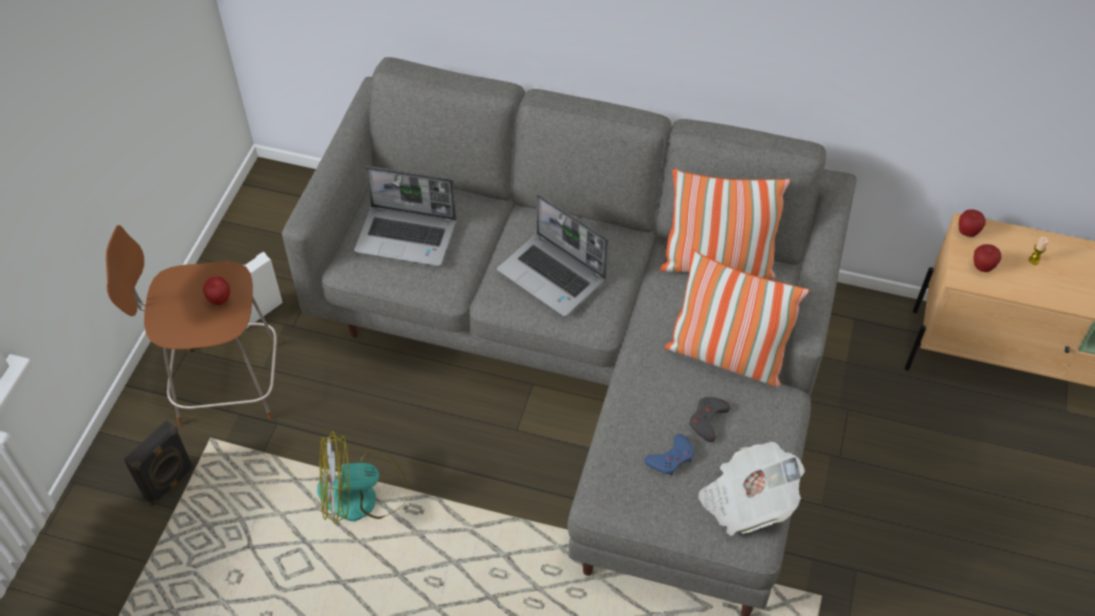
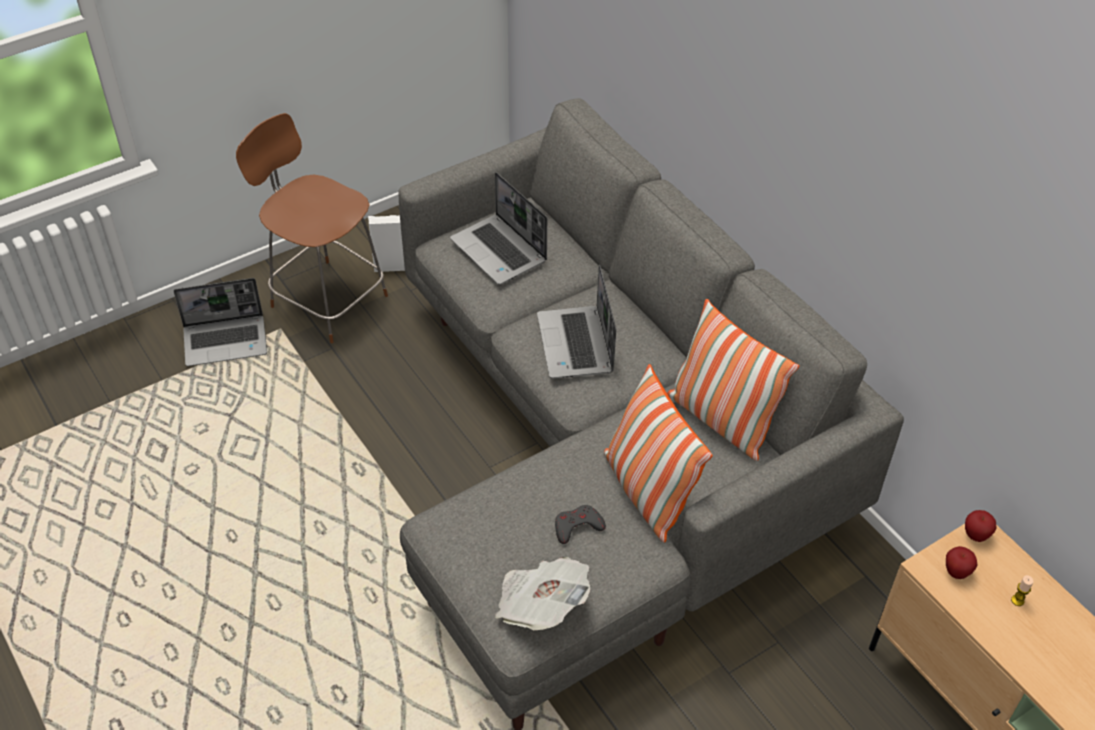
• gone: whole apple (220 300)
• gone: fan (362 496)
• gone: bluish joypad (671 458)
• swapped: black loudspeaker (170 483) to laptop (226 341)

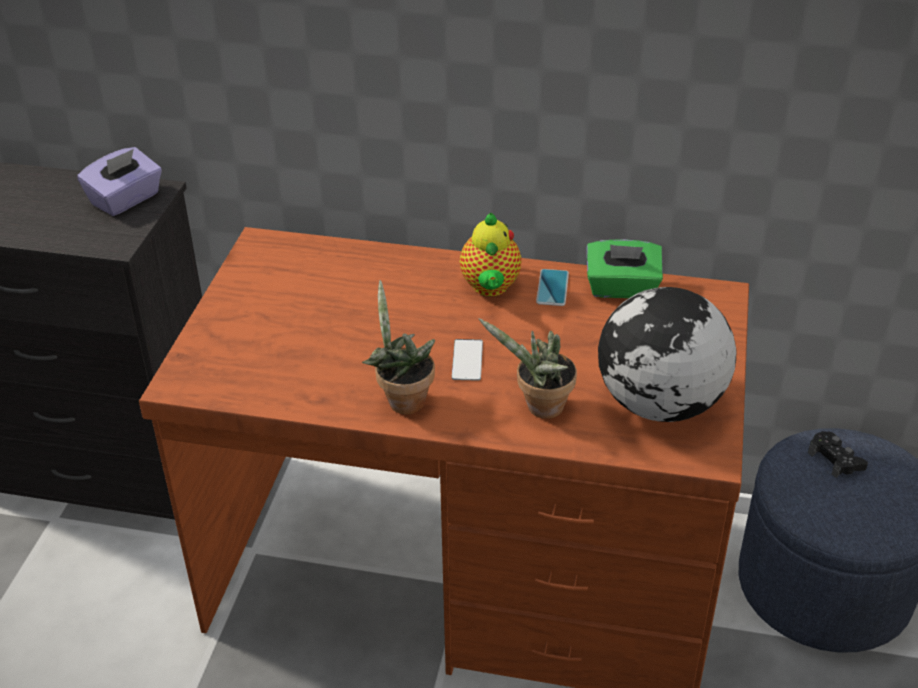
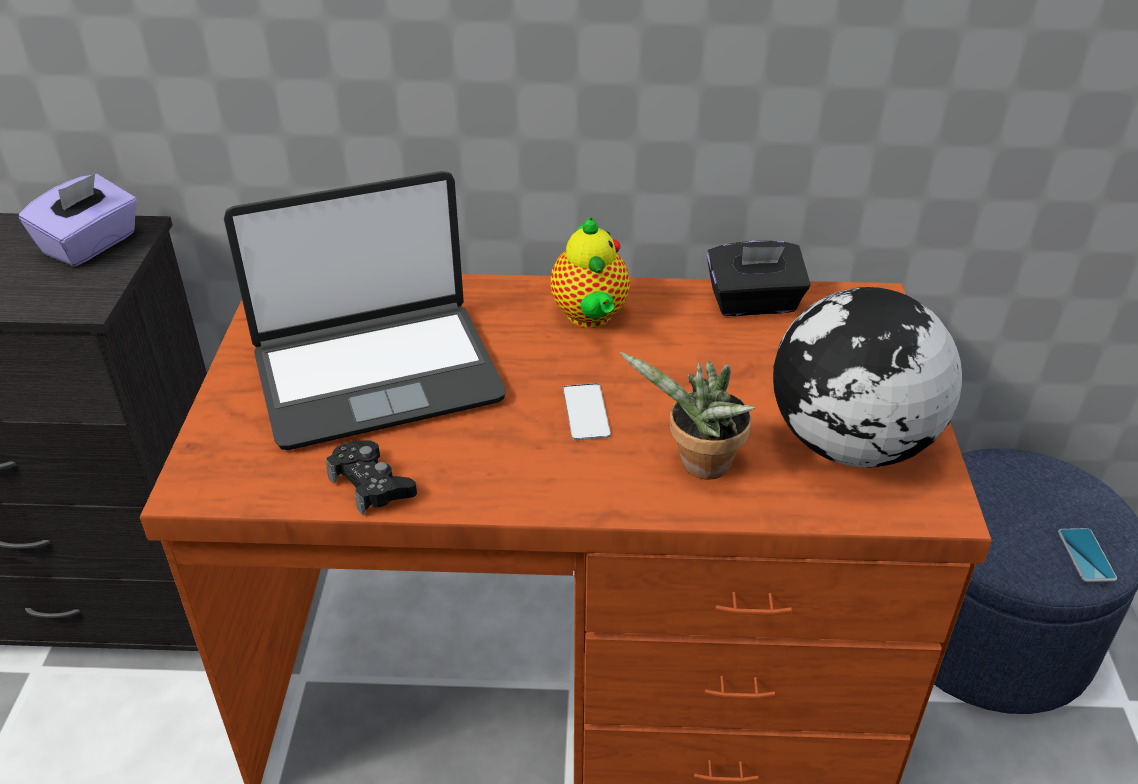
• gone: potted plant (402 400)
• new: laptop (376 374)
• shifted: telephone (552 288) to (1086 555)
• shifted: black joypad (835 459) to (371 484)
• repainted: green-coloured tissue holder (622 289) to black tissue holder (754 303)

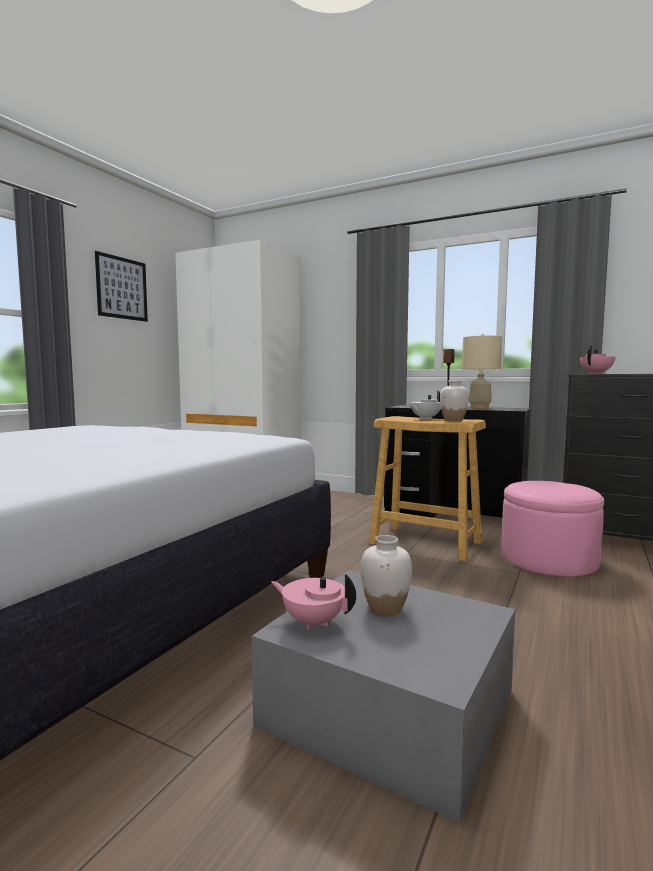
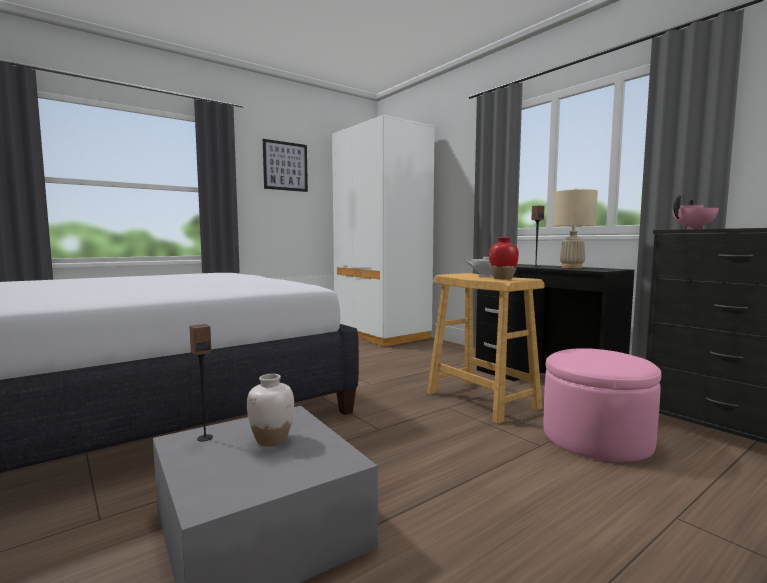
• swapped: pink-coloured tea pot (313 622) to loudspeaker (205 438)
• repainted: white decorative vase (453 420) to reddish decorative vase (502 278)

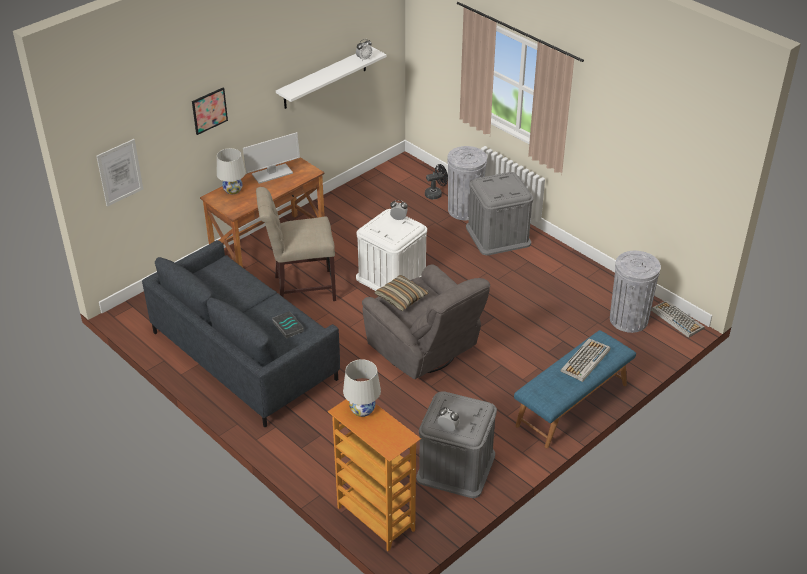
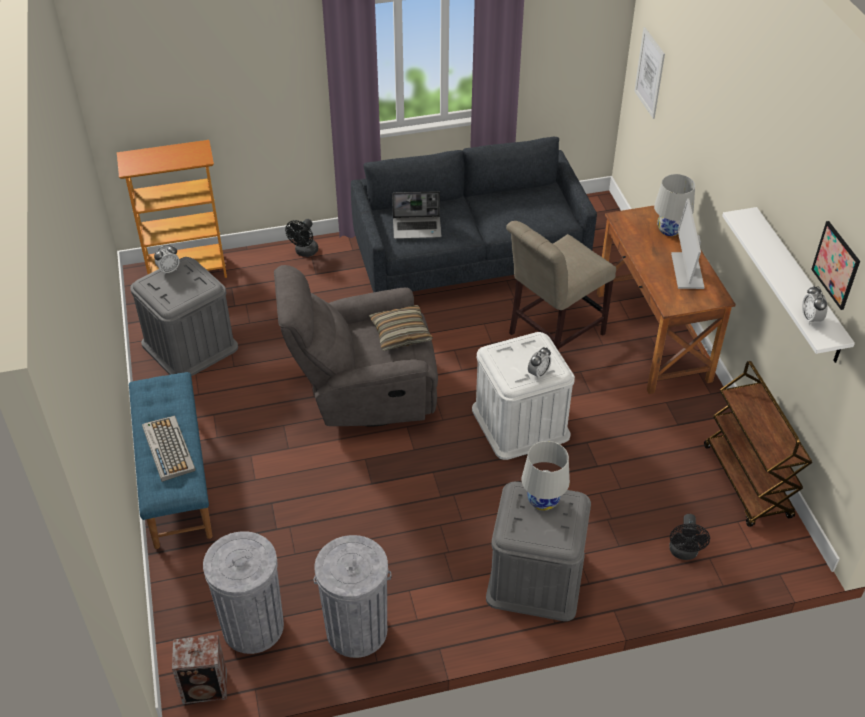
• new: black fan (305 252)
• new: brown wheeled cart (747 482)
• shifted: wall art (209 110) to (836 265)
• shifted: white lamp for a table (362 409) to (543 501)
• shifted: grey rubbish bin (465 210) to (356 630)
• swapped: bound book (287 327) to laptop (417 228)
• swapped: keyboard (676 319) to loudspeaker (206 687)
• rotated: beige-coloured upright chair (300 288) = (552 335) 150 degrees counterclockwise

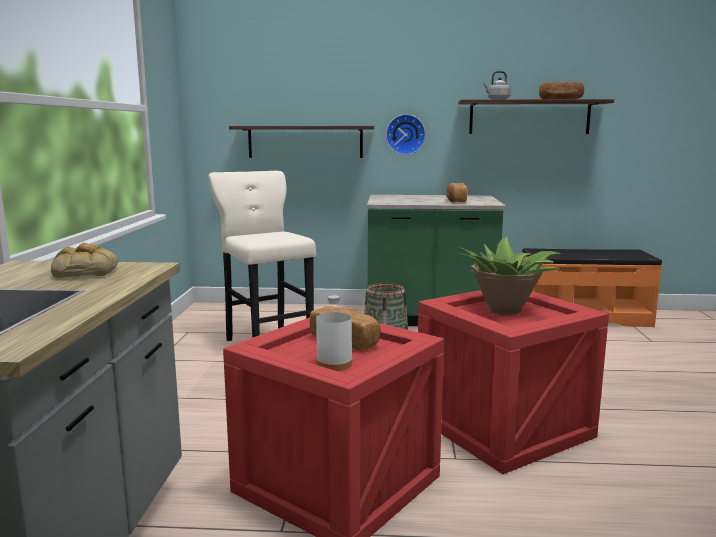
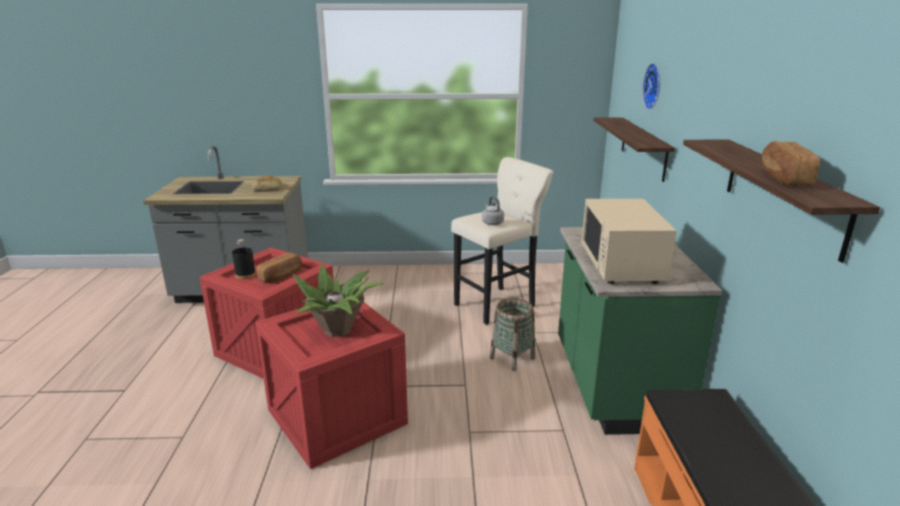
• shifted: clock on the wall (405 134) to (654 86)
• shifted: grey water kettle (497 99) to (492 222)
• swapped: bakery bread (455 201) to beige-coloured microwave (622 265)
• repainted: white beverage bottle (334 364) to black beverage bottle (245 275)

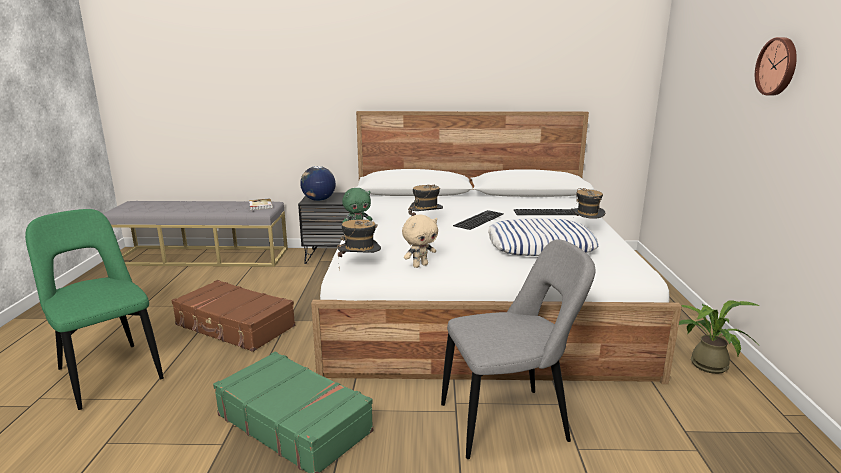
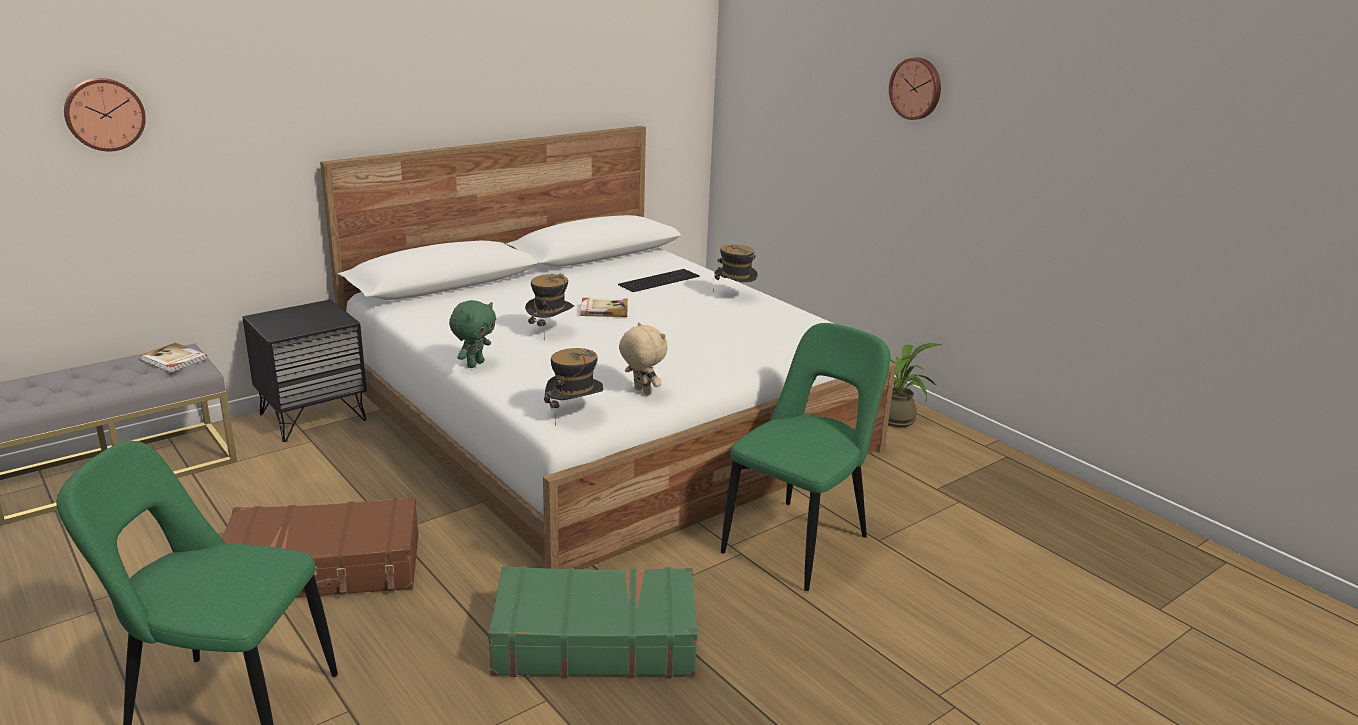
• gone: world globe (318 200)
• gone: throw pillow (540 245)
• new: clock on the wall (104 114)
• swapped: keyboard (478 219) to bound book (603 309)
• repainted: grey upright chair (509 422) to green-coloured upright chair (800 541)
• rotated: beige-coloured soft toy (420 265) = (641 391) 60 degrees counterclockwise

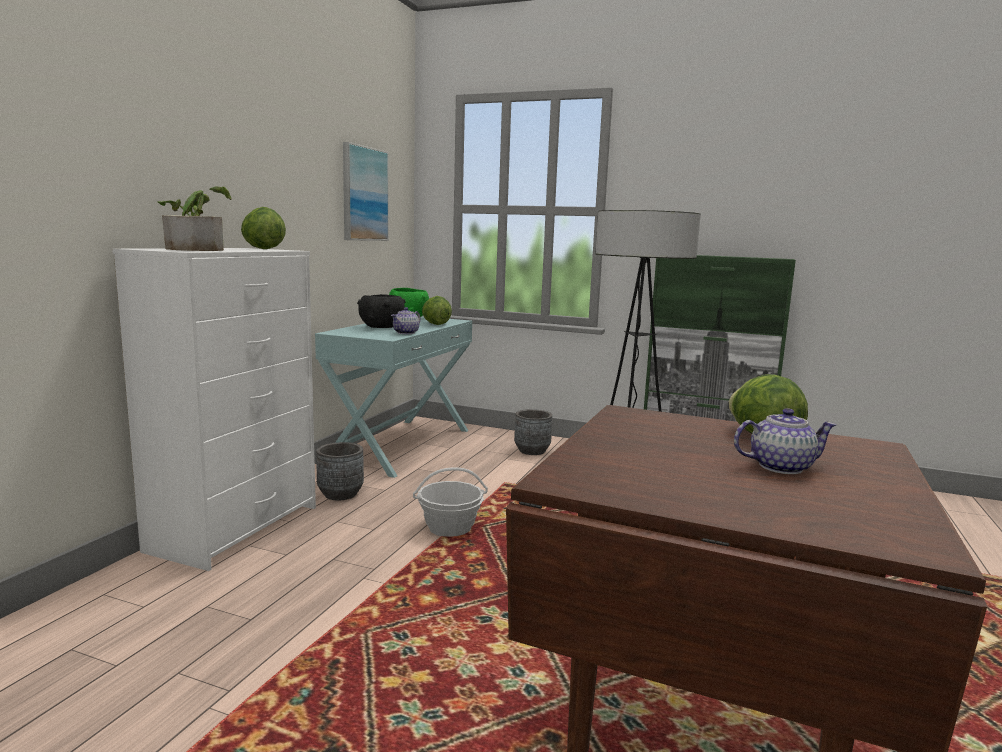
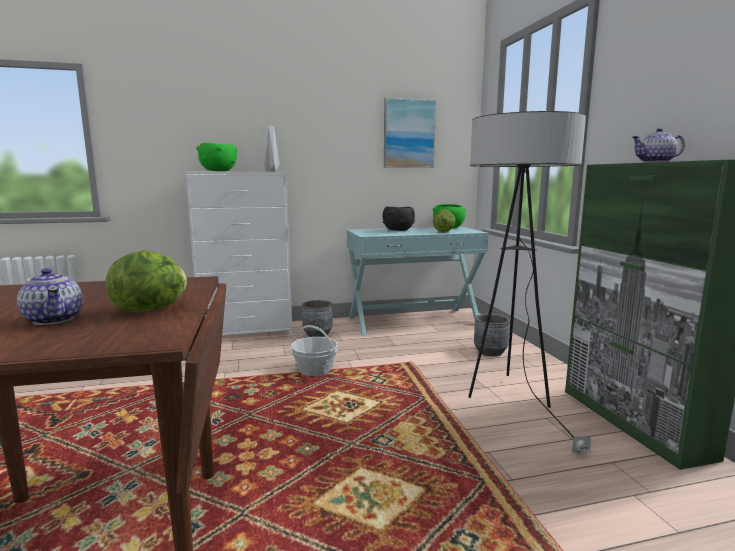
• shifted: tea pot (406 333) to (656 162)
• swapped: potted plant (197 249) to green-coloured bowl (218 171)
• swapped: head of lettuce (262 249) to grey decorative vase (271 171)

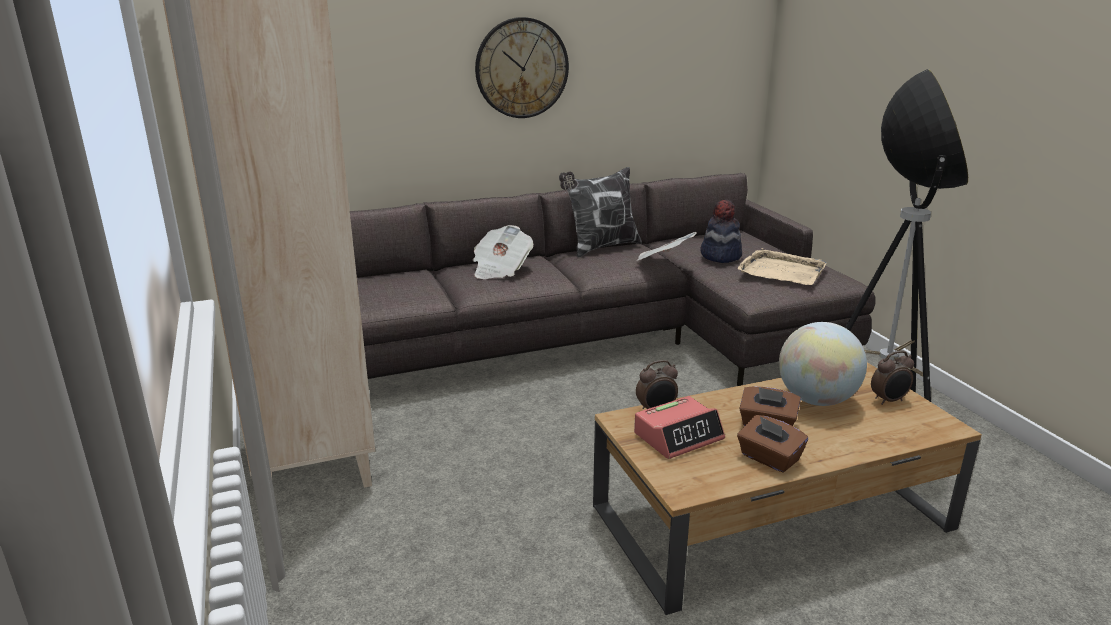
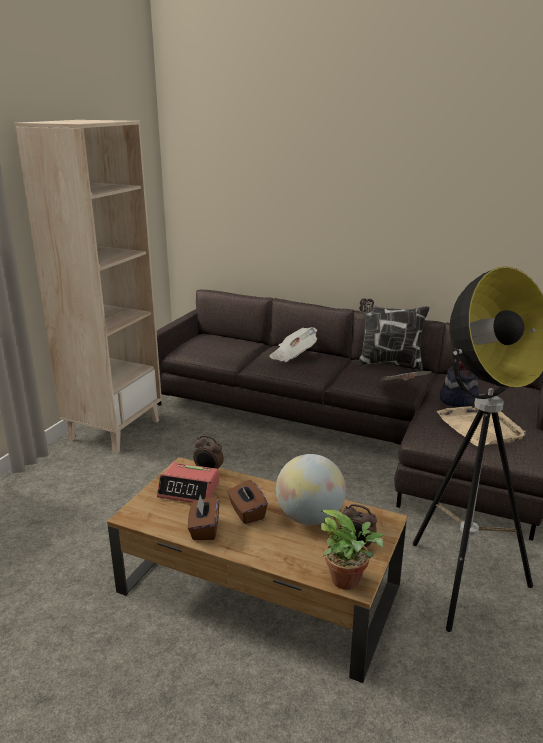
• gone: clock on the wall (521 68)
• new: potted plant (349 581)

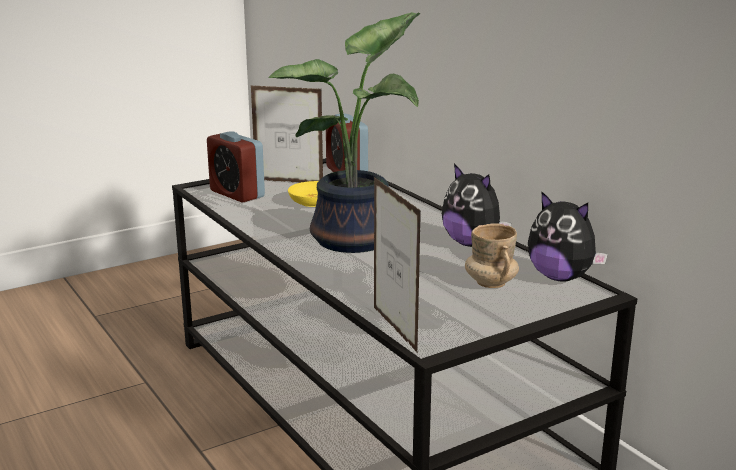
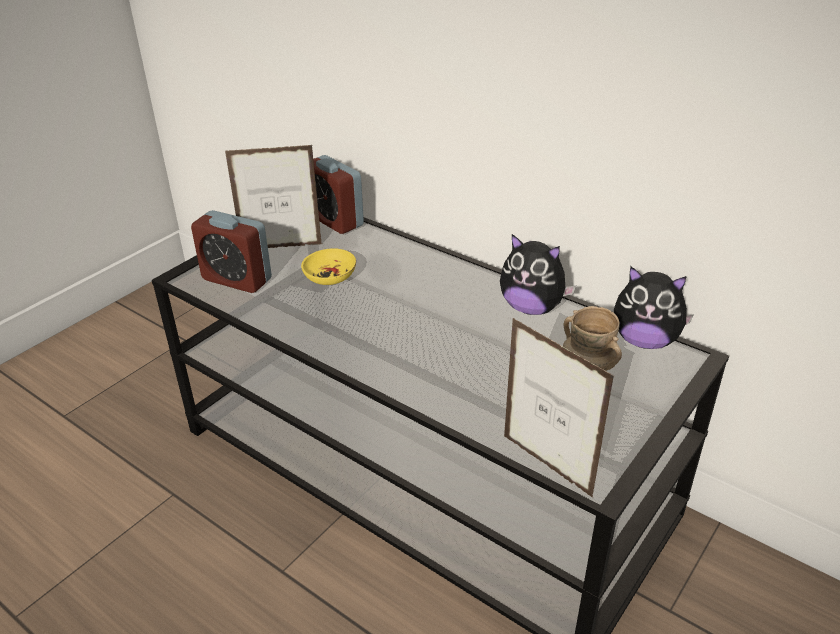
• gone: potted plant (359 240)

